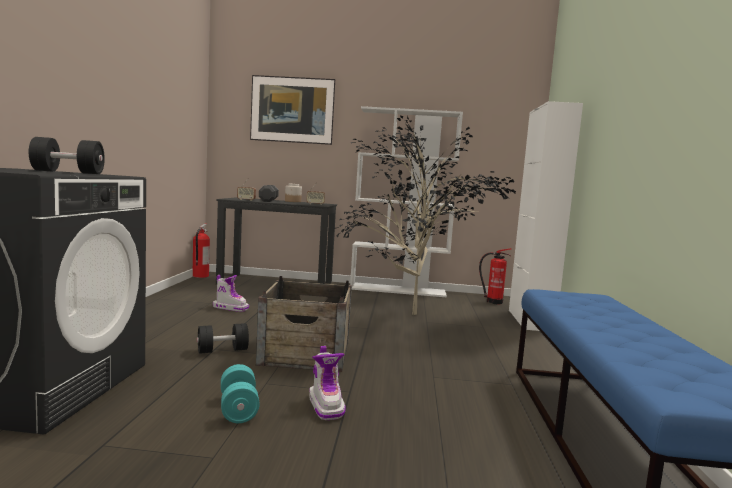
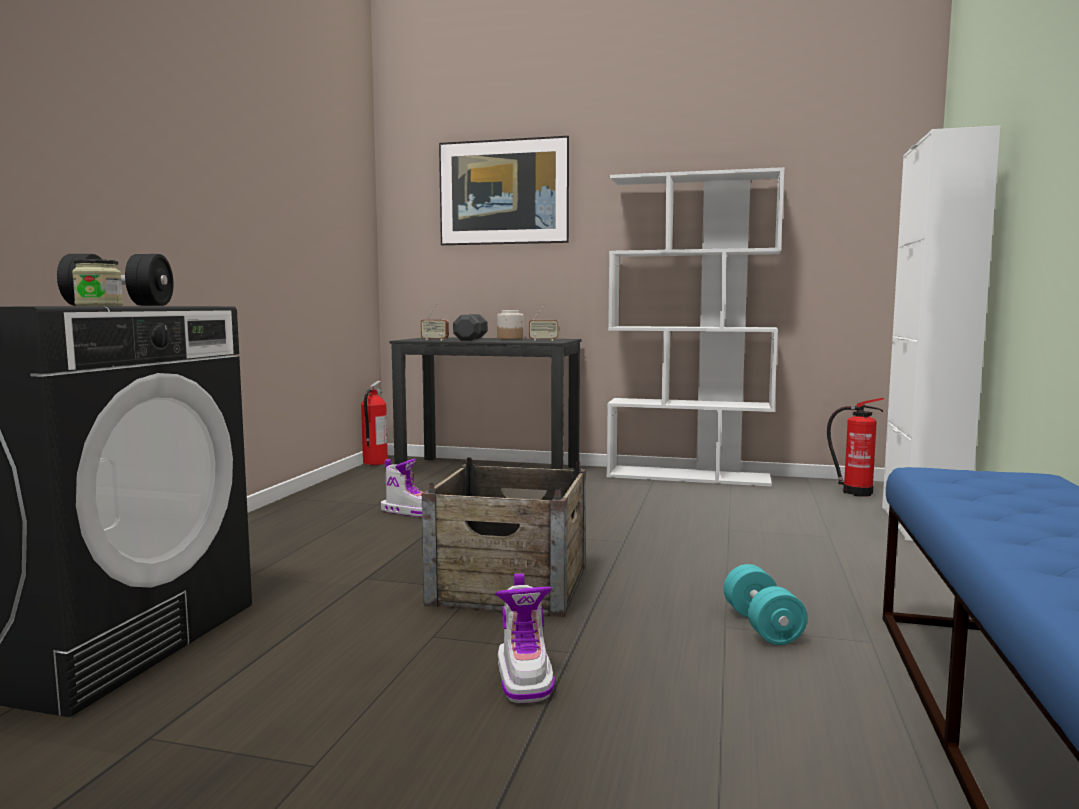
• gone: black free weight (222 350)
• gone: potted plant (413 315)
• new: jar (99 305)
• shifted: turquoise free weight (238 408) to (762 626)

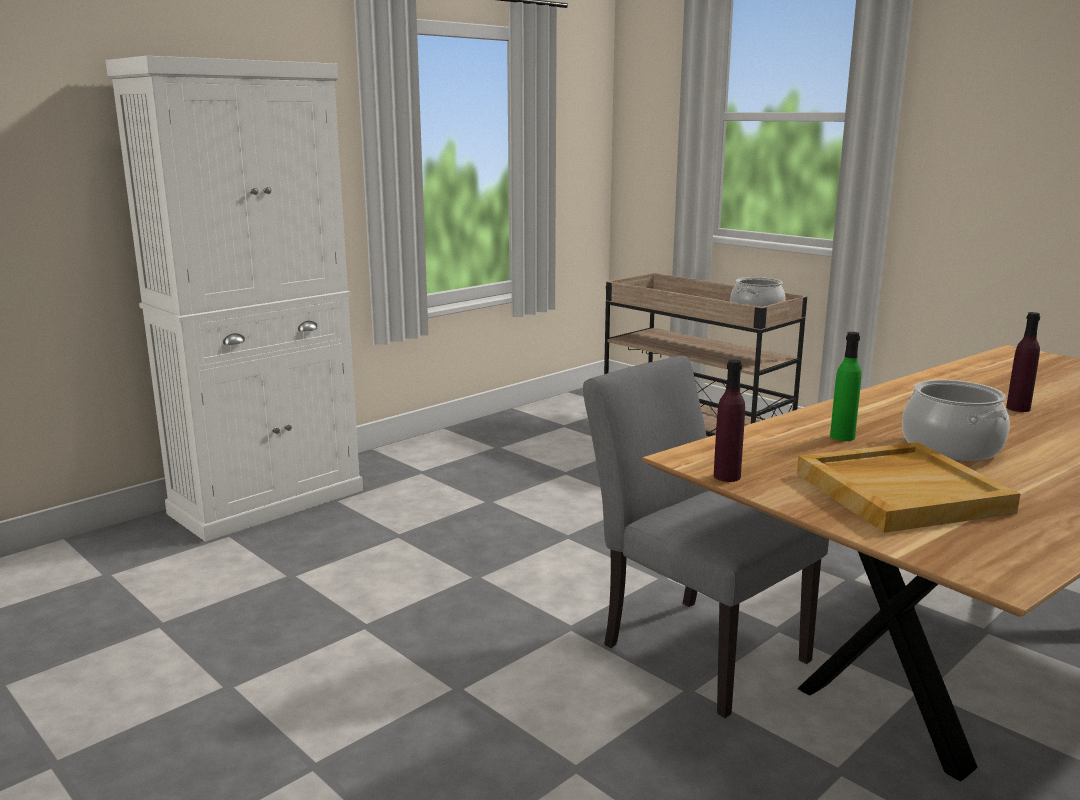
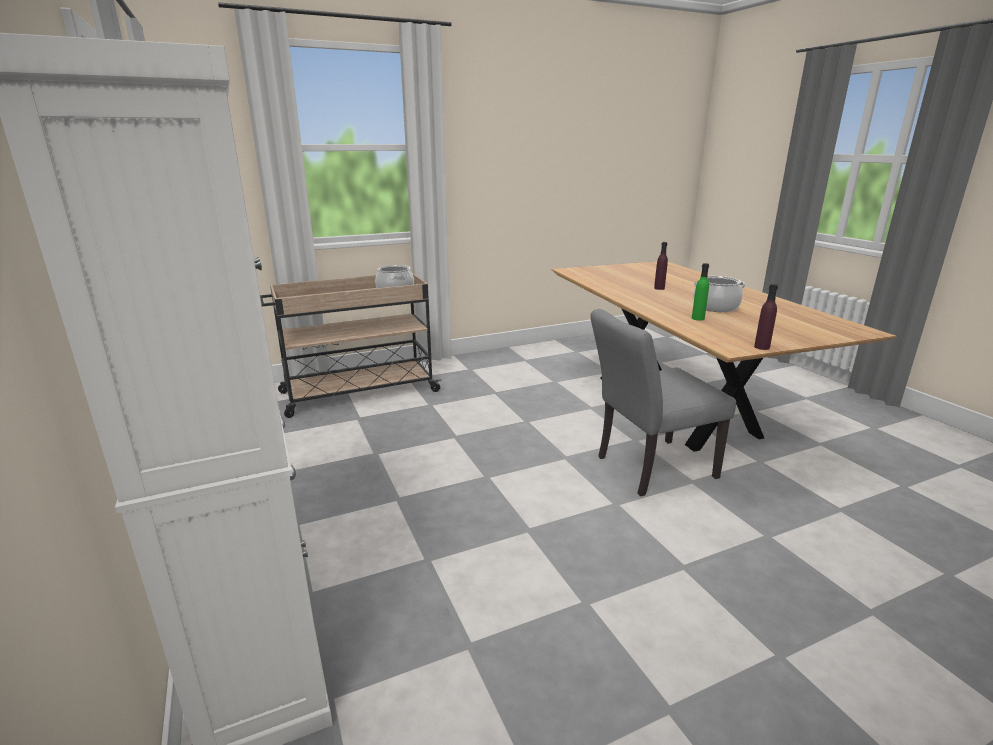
• gone: beige-coloured serving tray (901 492)

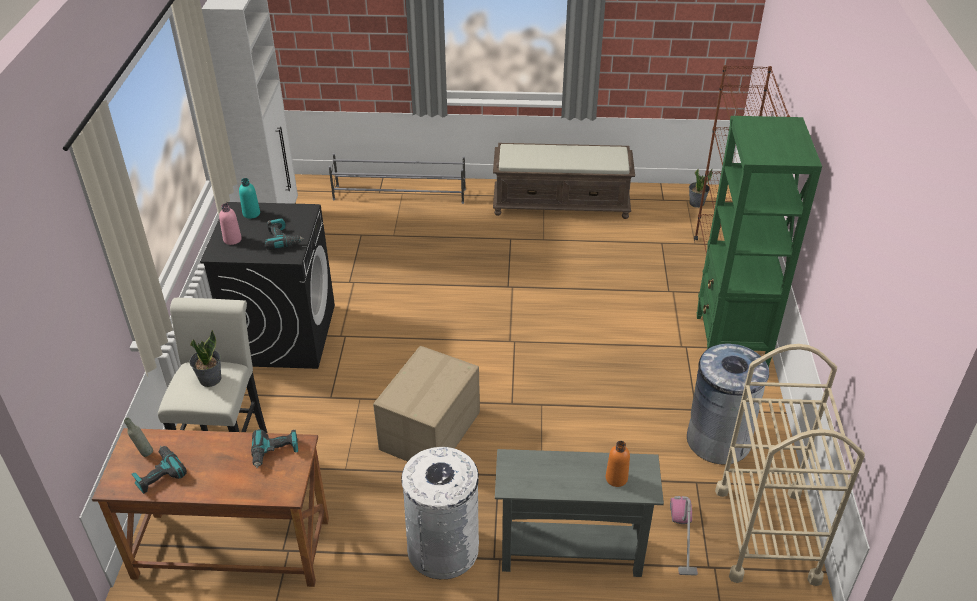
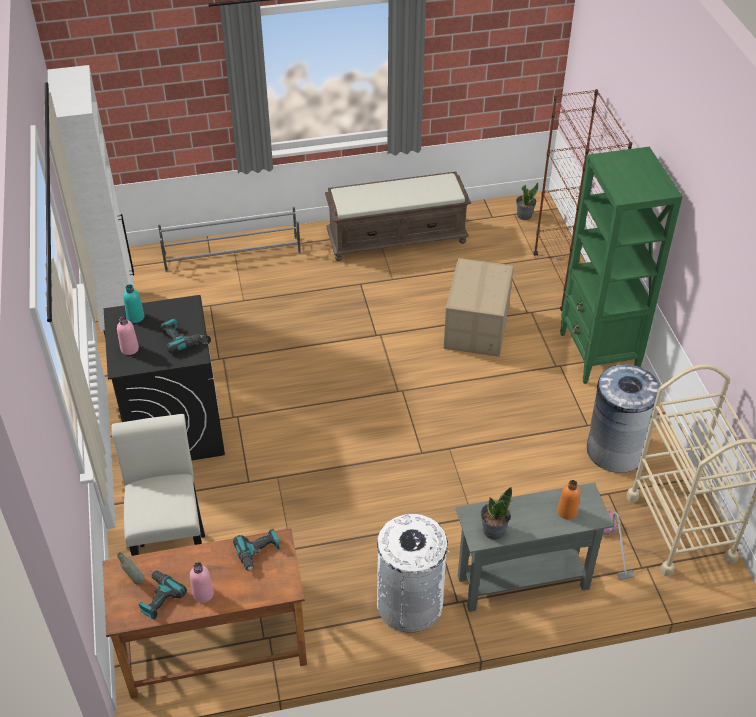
• new: pink-coloured beverage bottle (203 594)
• shifted: potted plant (210 379) to (493 530)
• shifted: carton (430 431) to (477 327)

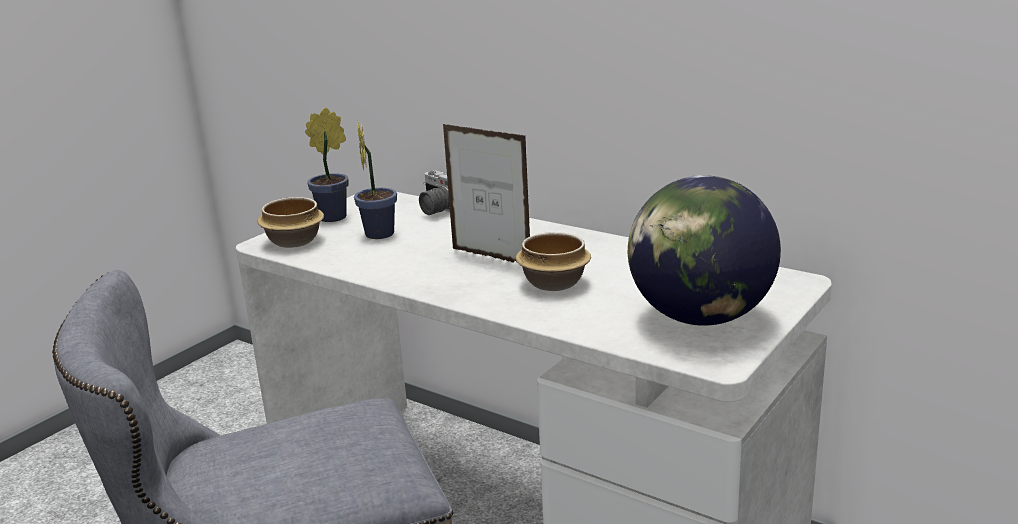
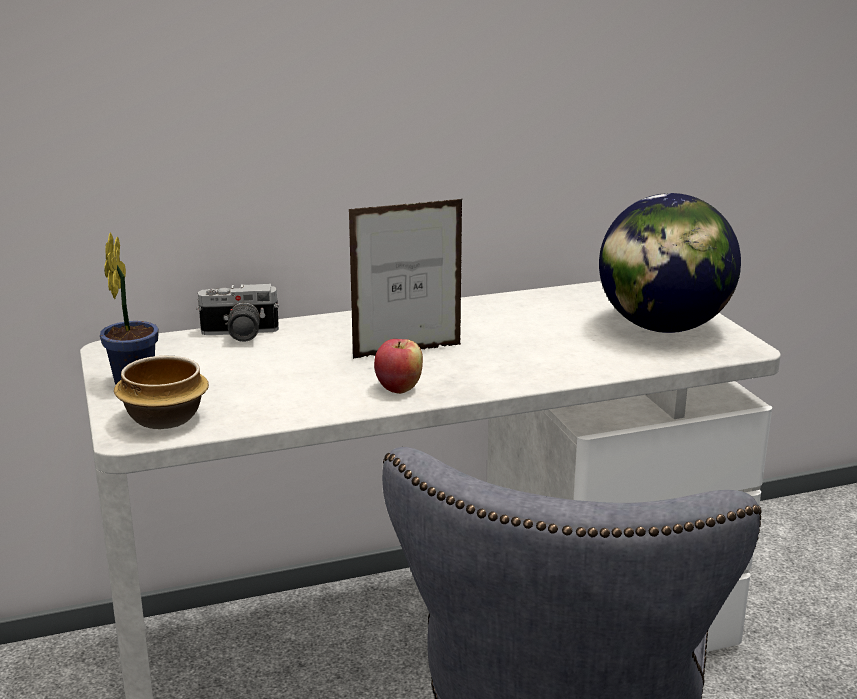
• gone: potted plant (379 232)
• gone: bowl (552 283)
• new: whole apple (398 388)

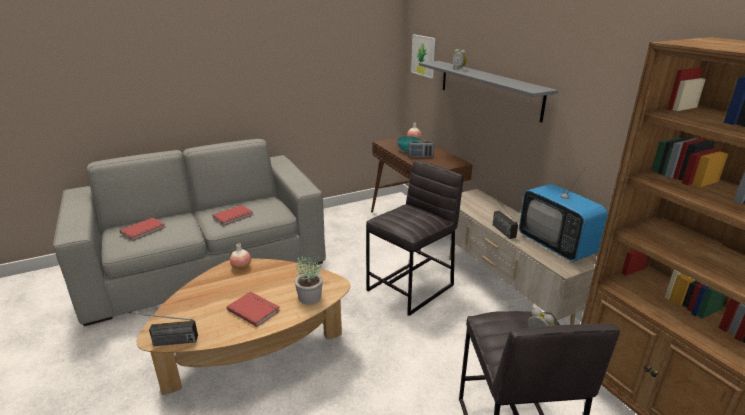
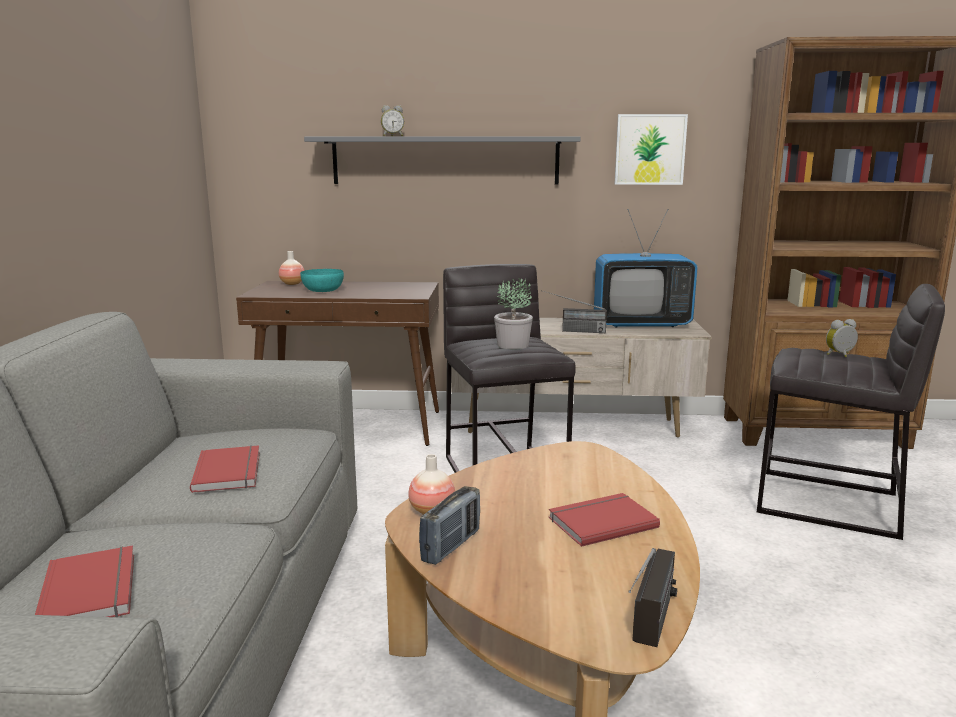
• shifted: potted plant (310 297) to (513 345)
• shifted: radio (420 156) to (451 546)
• shifted: wall art (423 56) to (650 149)

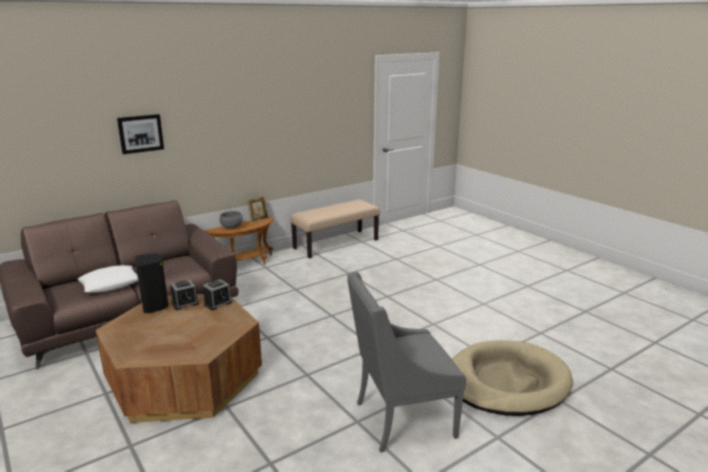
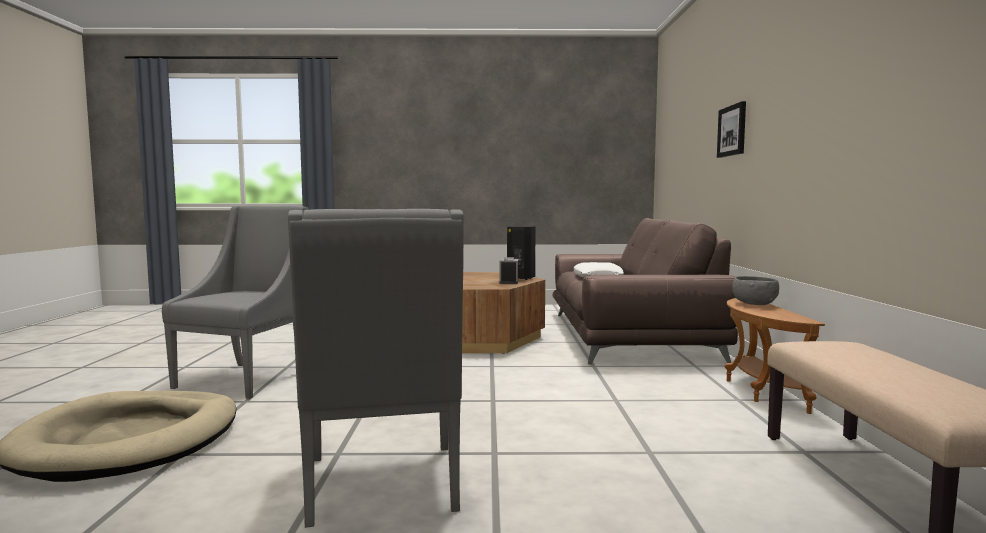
• gone: table clock (218 303)
• gone: photo frame (258 219)
• new: grey lounge chair (383 485)

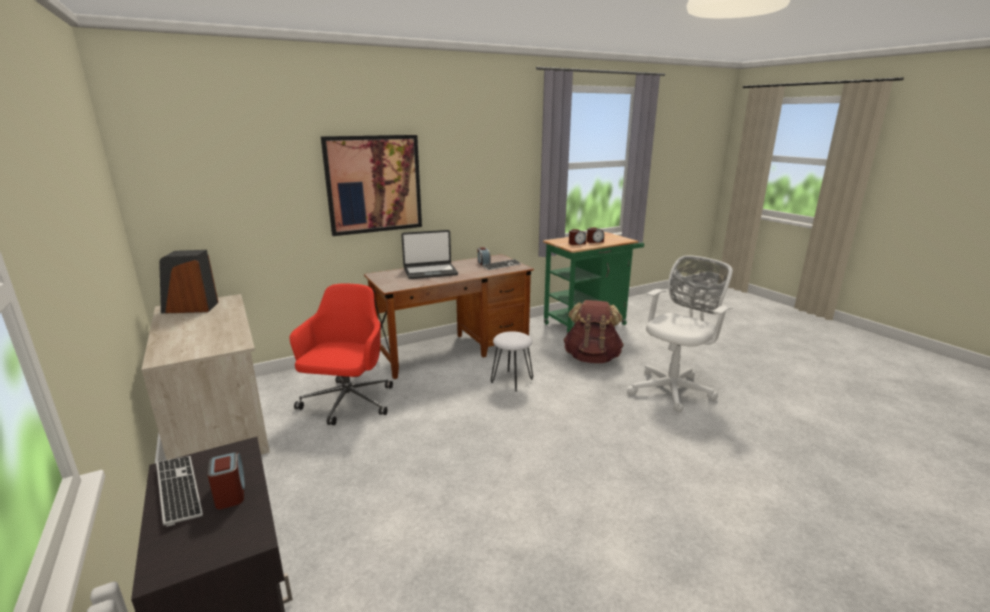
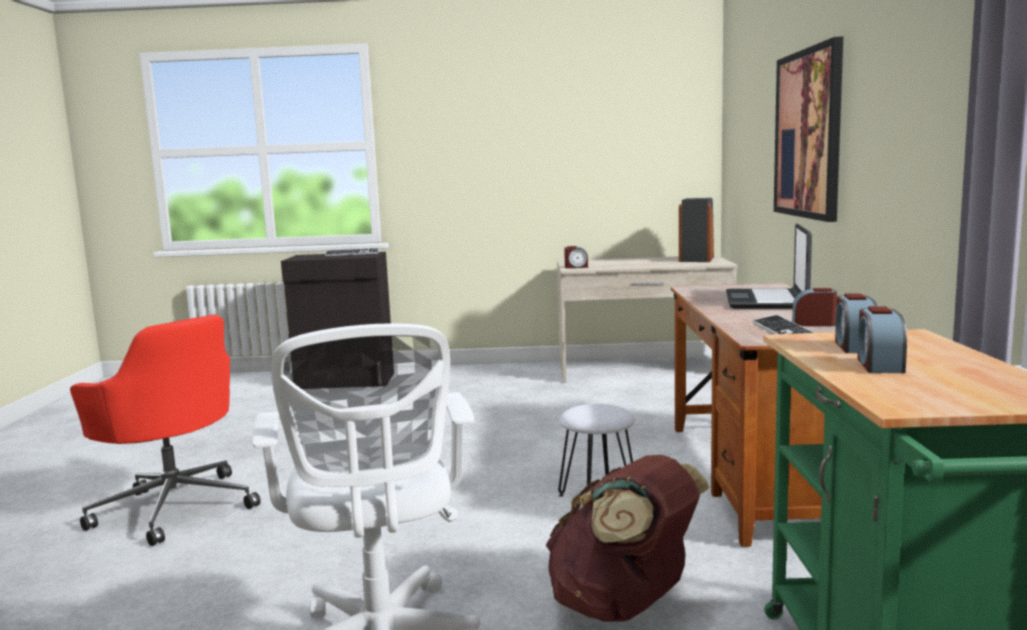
• shifted: table clock (230 492) to (576 267)
• shifted: reddish computer chair (347 403) to (175 507)

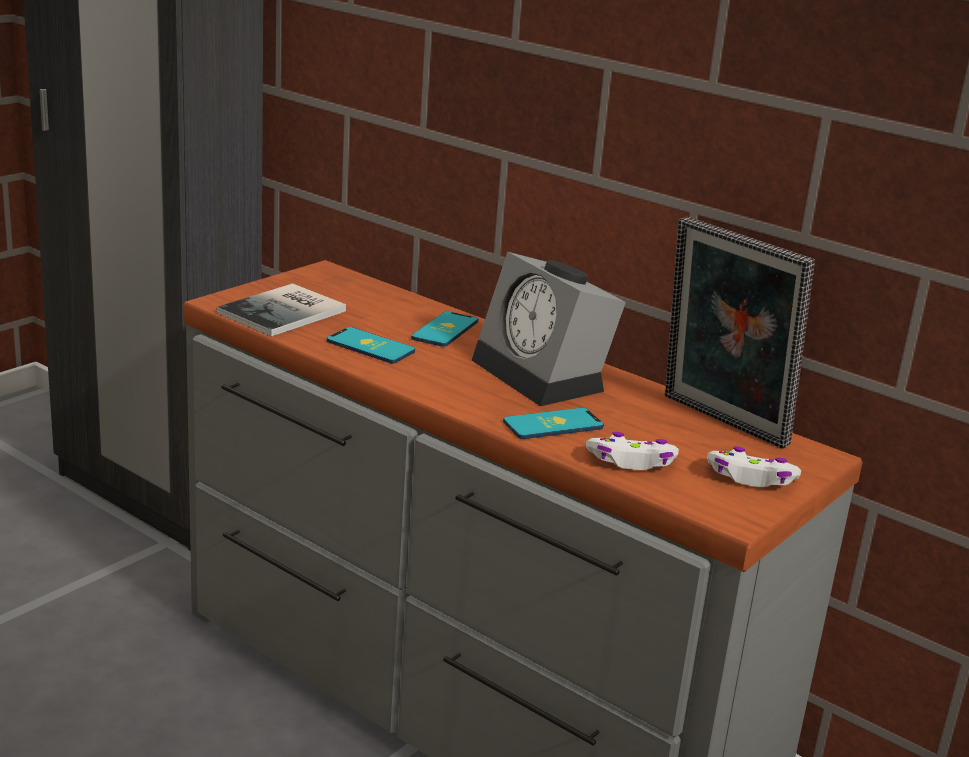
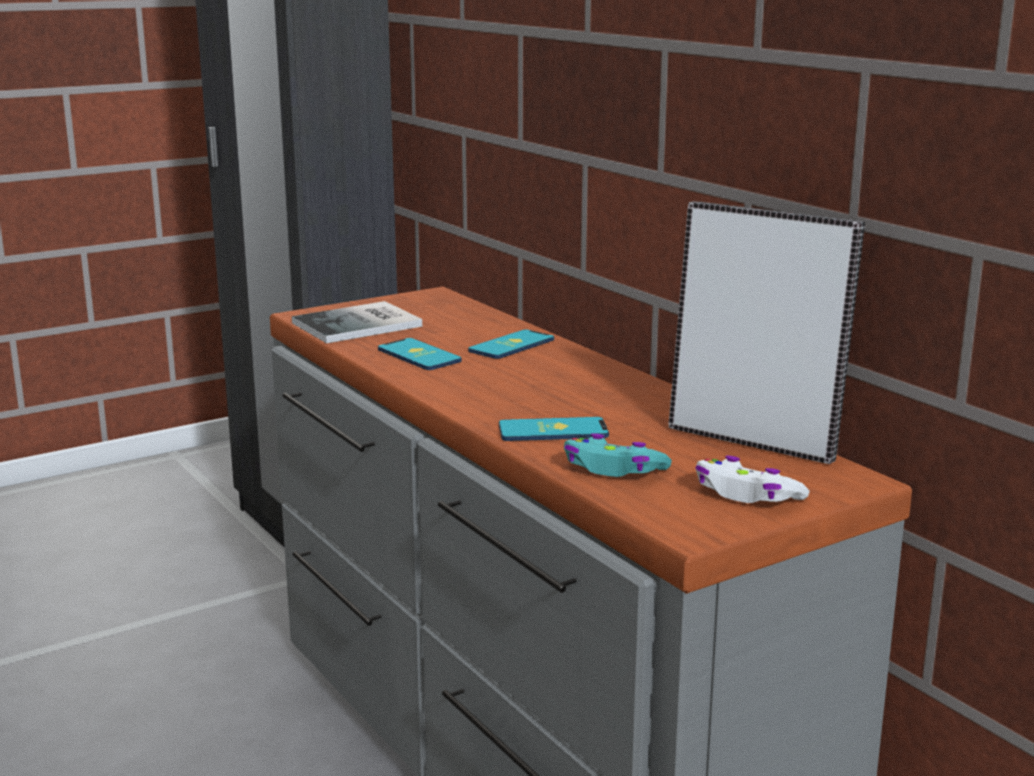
• gone: table clock (545 376)
• repainted: white joypad (632 462) to turquoise joypad (613 469)
• rotated: photo frame (719 422) = (754 441) 150 degrees clockwise

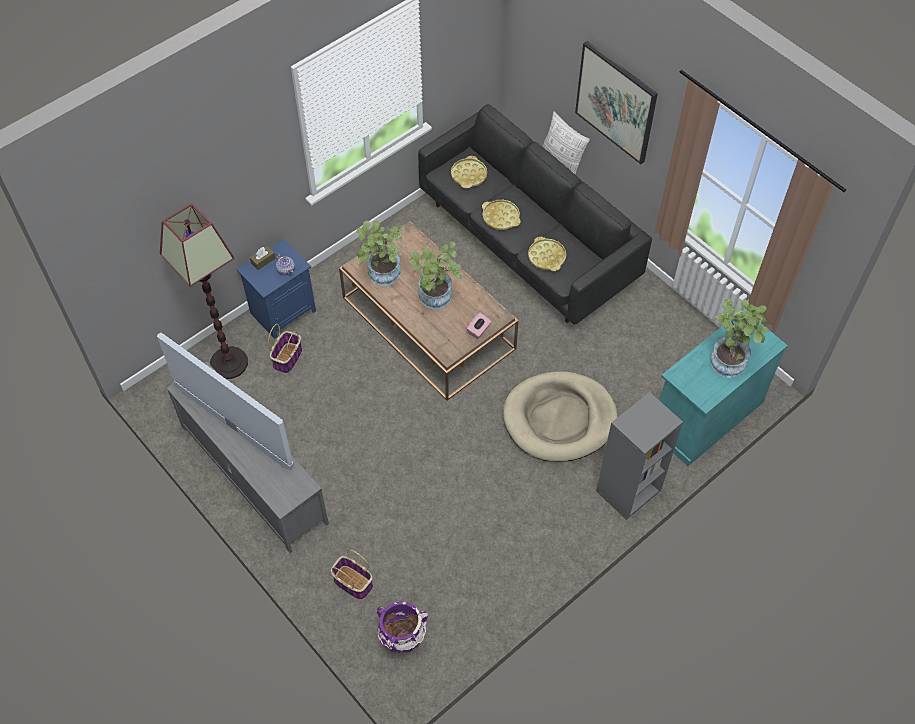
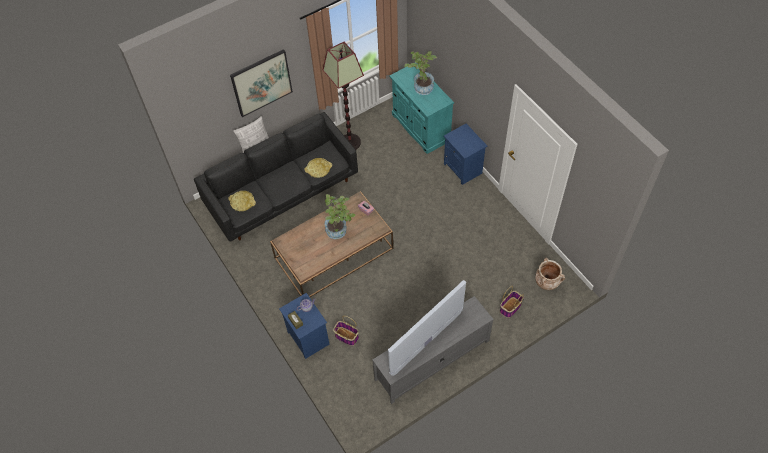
• gone: potted plant (382 277)
• gone: yellow serving tray (501 217)
• gone: beige-coloured pet bed (559 419)
• shifted: floor lamp (229 363) to (350 142)
• swapped: grey bookcase (628 491) to bluish nightstand (463 168)
• repainted: purple-coloured decorative vase (402 640) to beige-coloured decorative vase (546 285)

